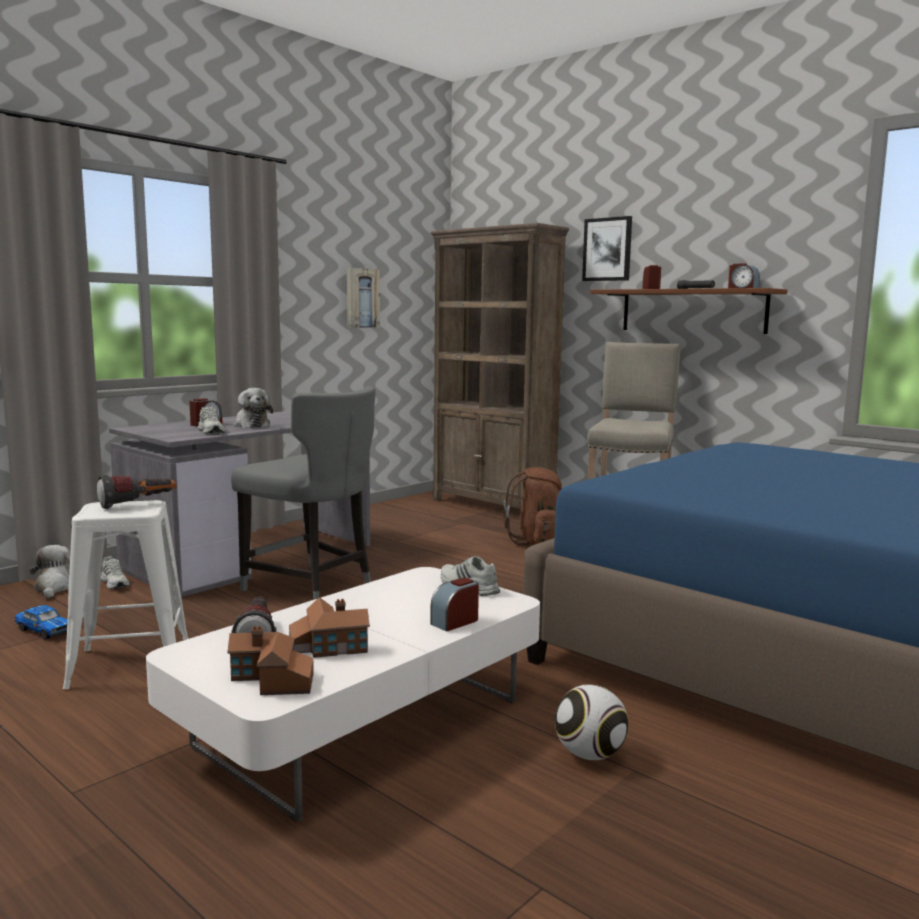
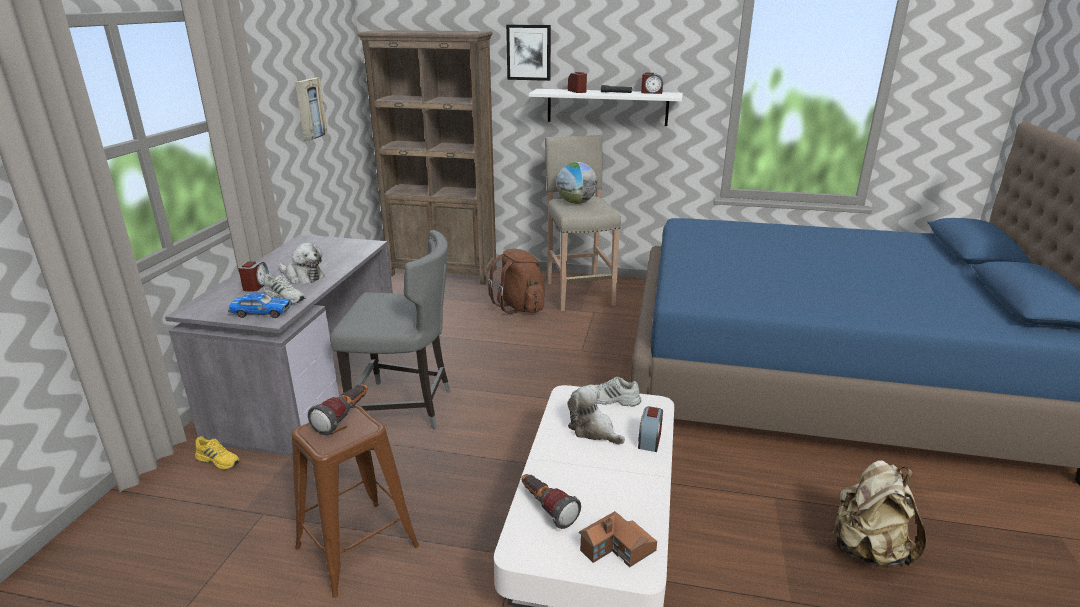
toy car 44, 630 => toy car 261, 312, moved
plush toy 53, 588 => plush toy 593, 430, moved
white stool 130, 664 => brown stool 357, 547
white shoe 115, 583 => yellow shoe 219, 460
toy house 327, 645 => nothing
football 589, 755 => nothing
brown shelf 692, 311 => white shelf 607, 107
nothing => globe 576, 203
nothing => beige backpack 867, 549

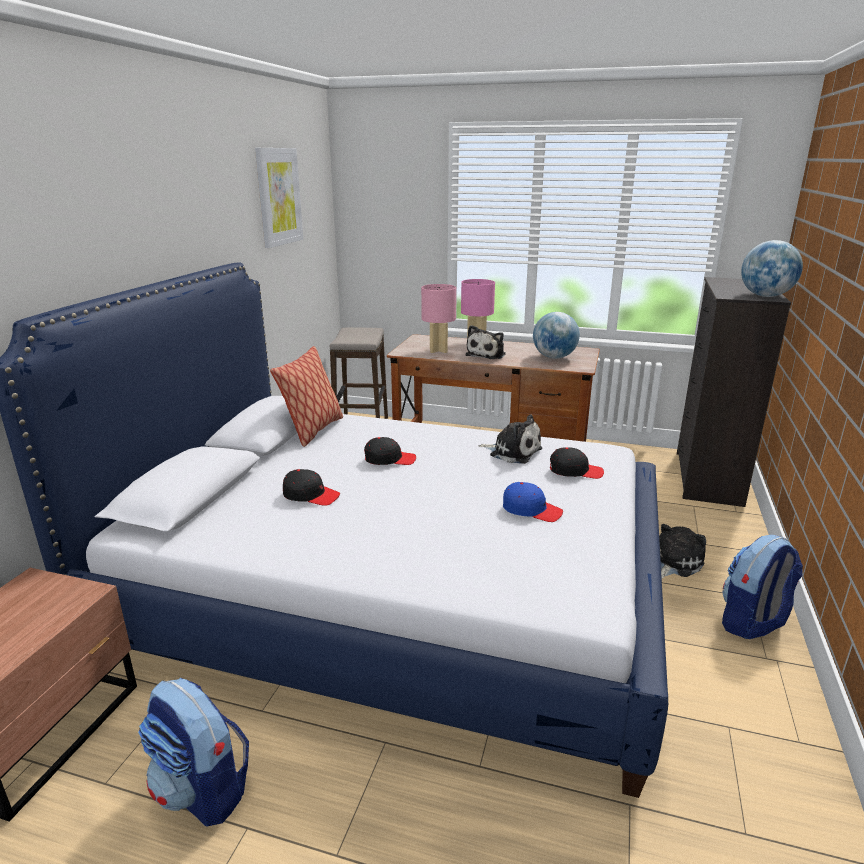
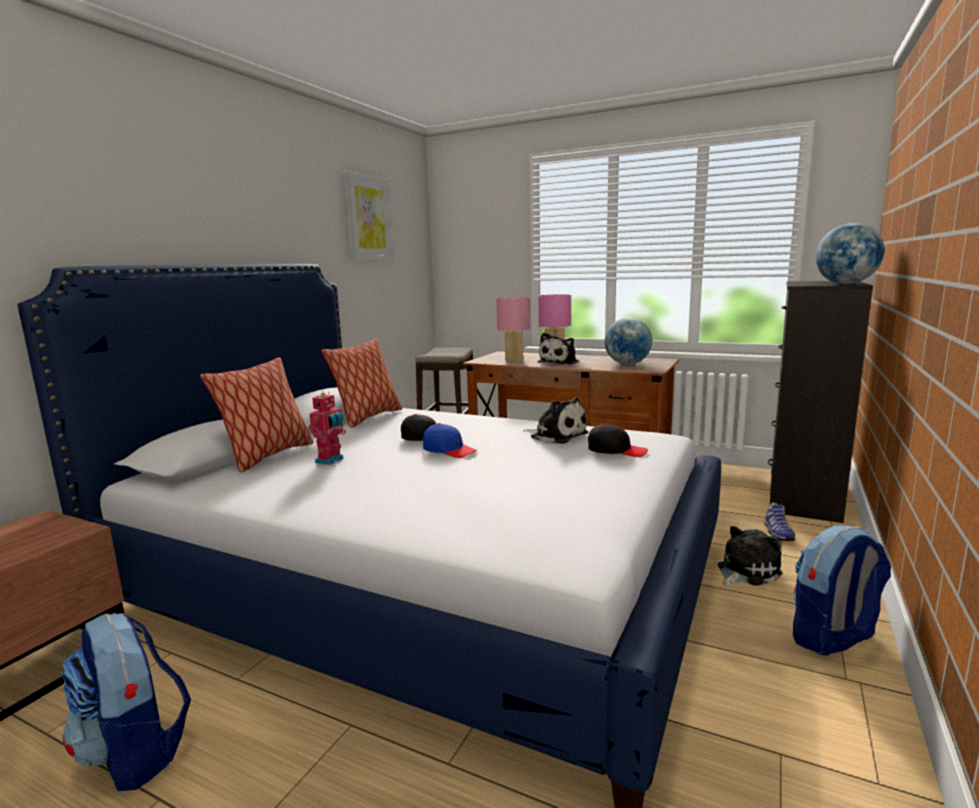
black cap 311, 495 => toy robot 331, 460
blue cap 531, 510 => blue cap 449, 450, moved
nothing => pillow 268, 456
nothing => shoe 777, 533

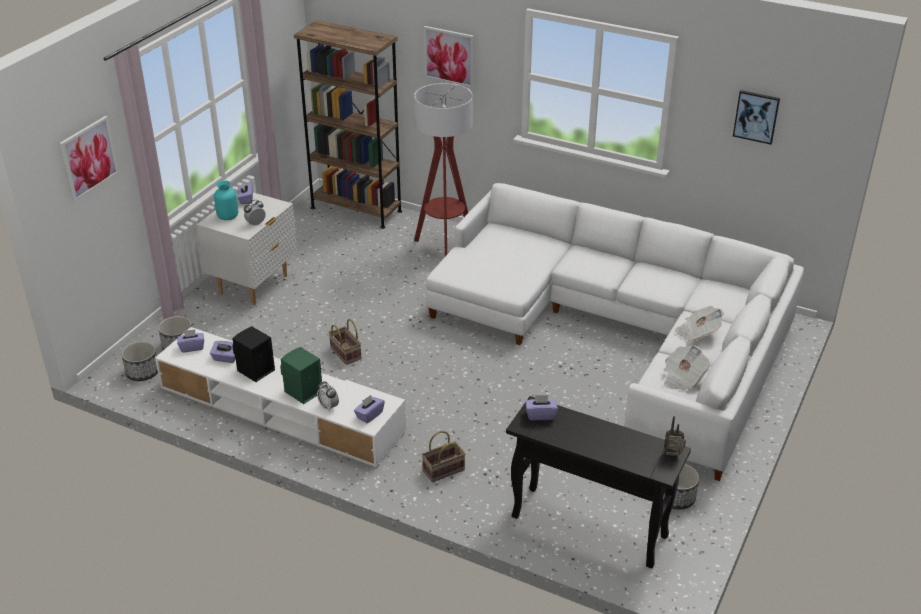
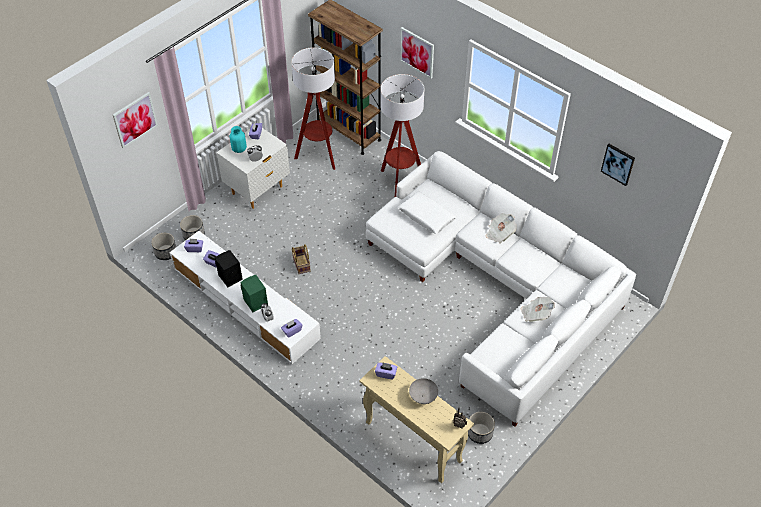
basket 443, 471 => nothing
black console table 587, 526 => beige console table 412, 441
newspaper 682, 378 => newspaper 499, 233, moved
nothing => floor lamp 319, 155
nothing => white pillow 426, 217
nothing => grey bowl 423, 396

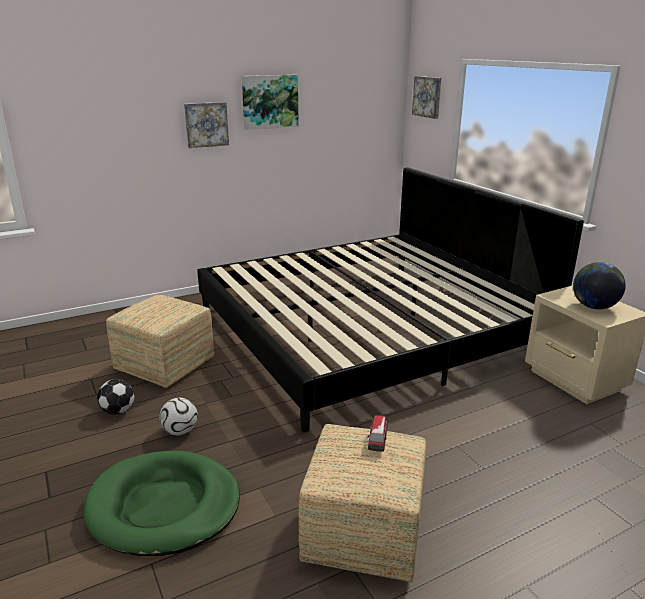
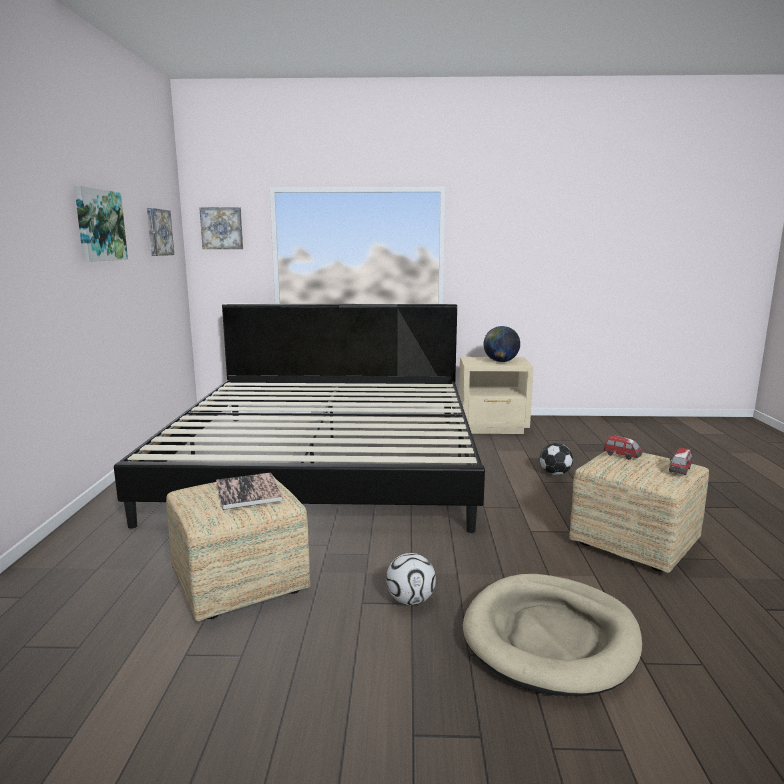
green dog bed 164, 506 => beige dog bed 551, 637
football 118, 410 => football 554, 474, moved
picture 206, 124 => picture 158, 232, moved
nothing => book 248, 492
nothing => toy car 680, 471

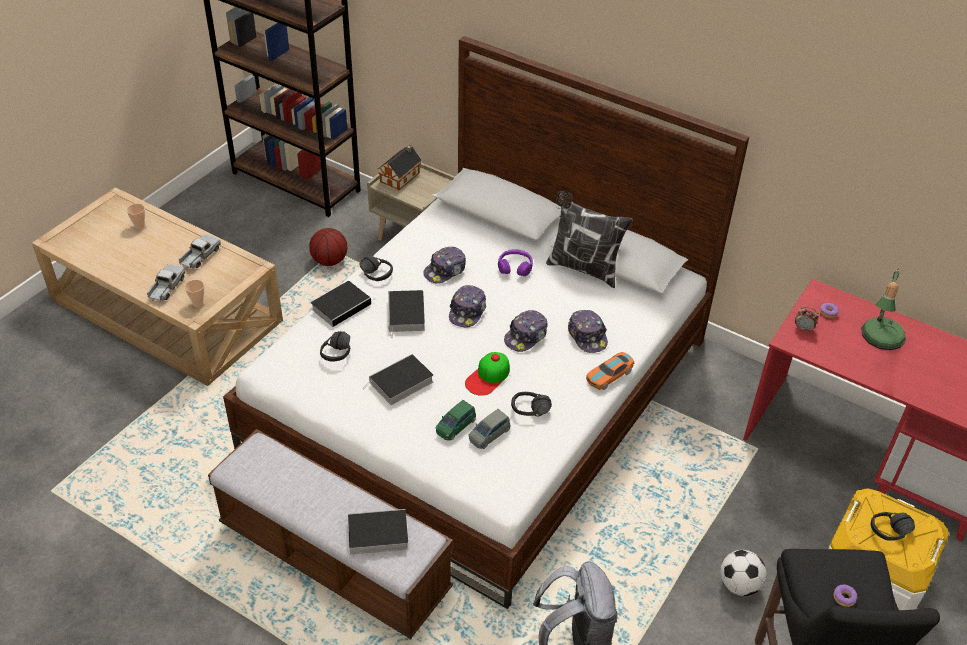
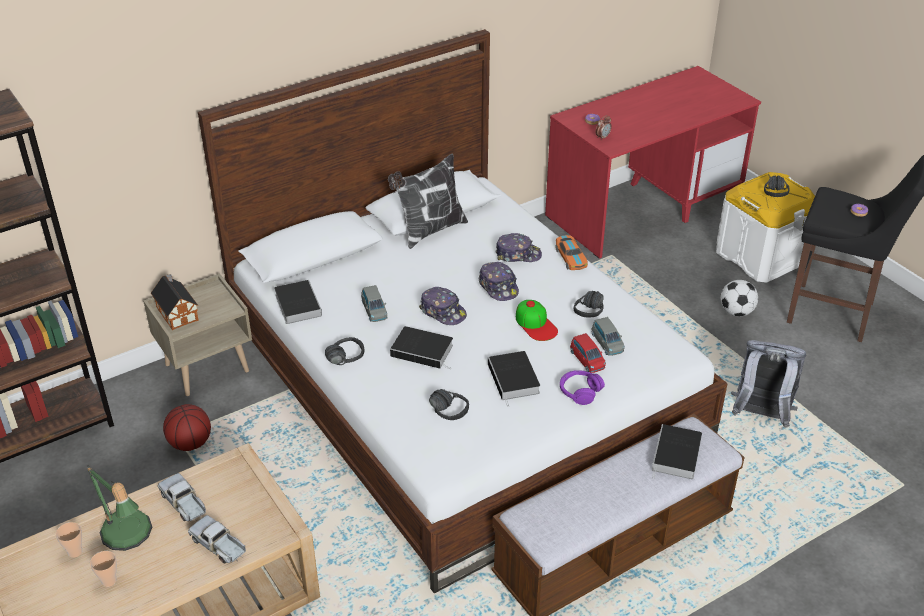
cup 198, 303 => cup 109, 581, moved
book 342, 305 => book 297, 304, moved
cap 445, 270 => grey toy car 374, 310
green toy car 455, 426 => red toy car 587, 360
purple headphones 515, 267 => purple headphones 579, 391, moved
table lamp 879, 339 => table lamp 128, 537, moved

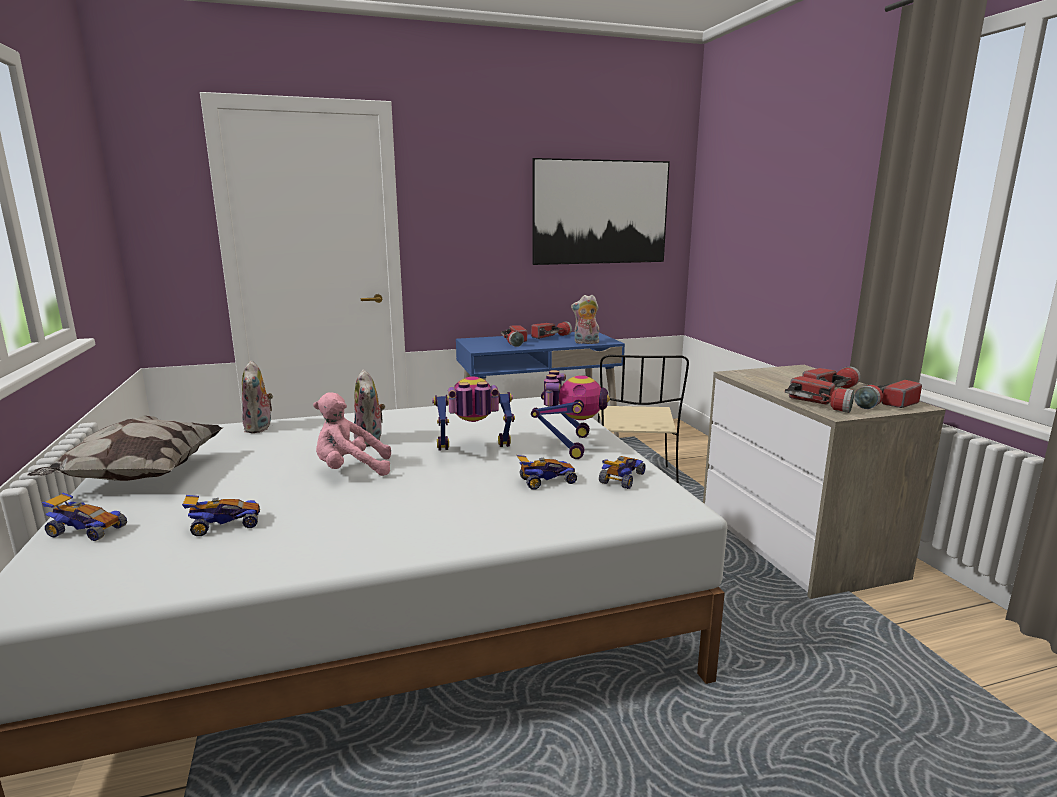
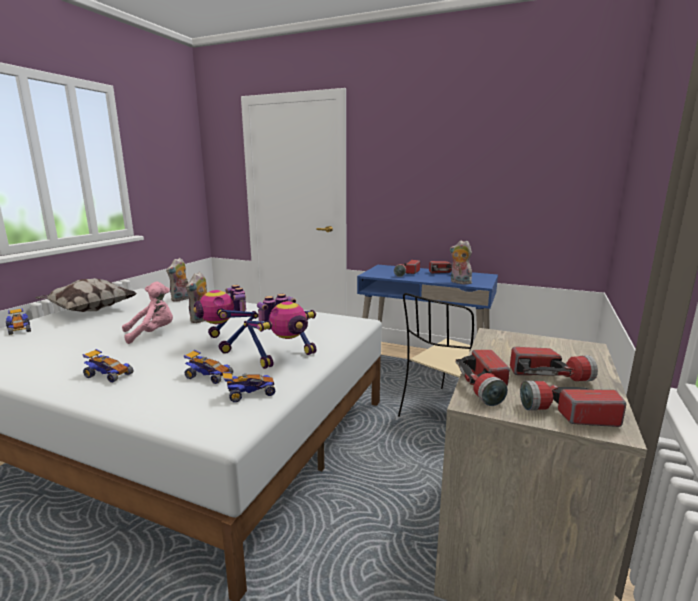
toy car 224, 525 => toy car 108, 375, moved
pink plush toy 351, 470 => pink plush toy 152, 334, 120 degrees clockwise
toy robot 474, 451 => toy robot 227, 342, 150 degrees counterclockwise
picture 601, 212 => nothing

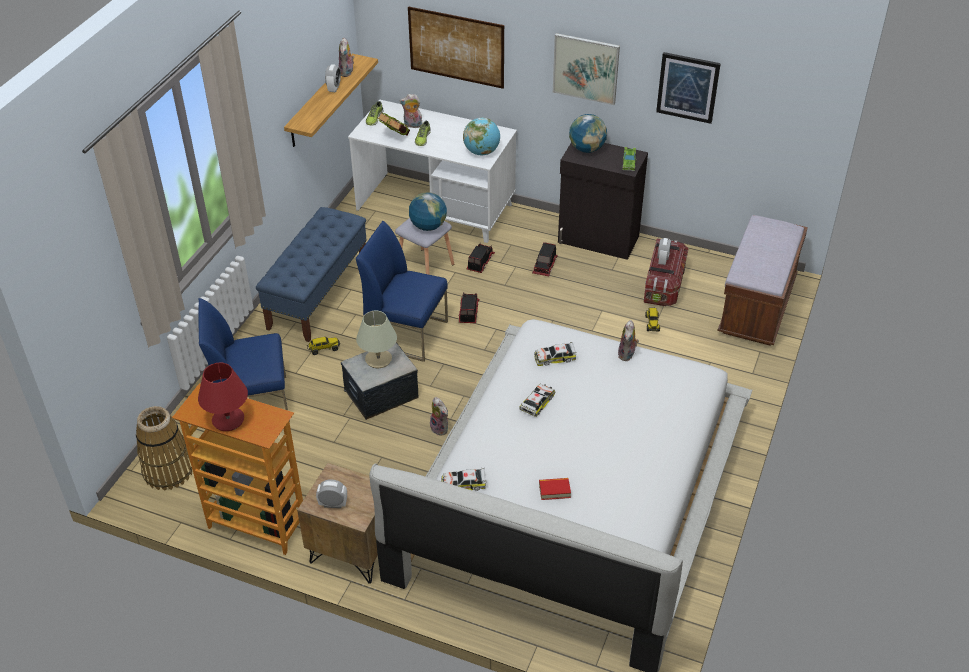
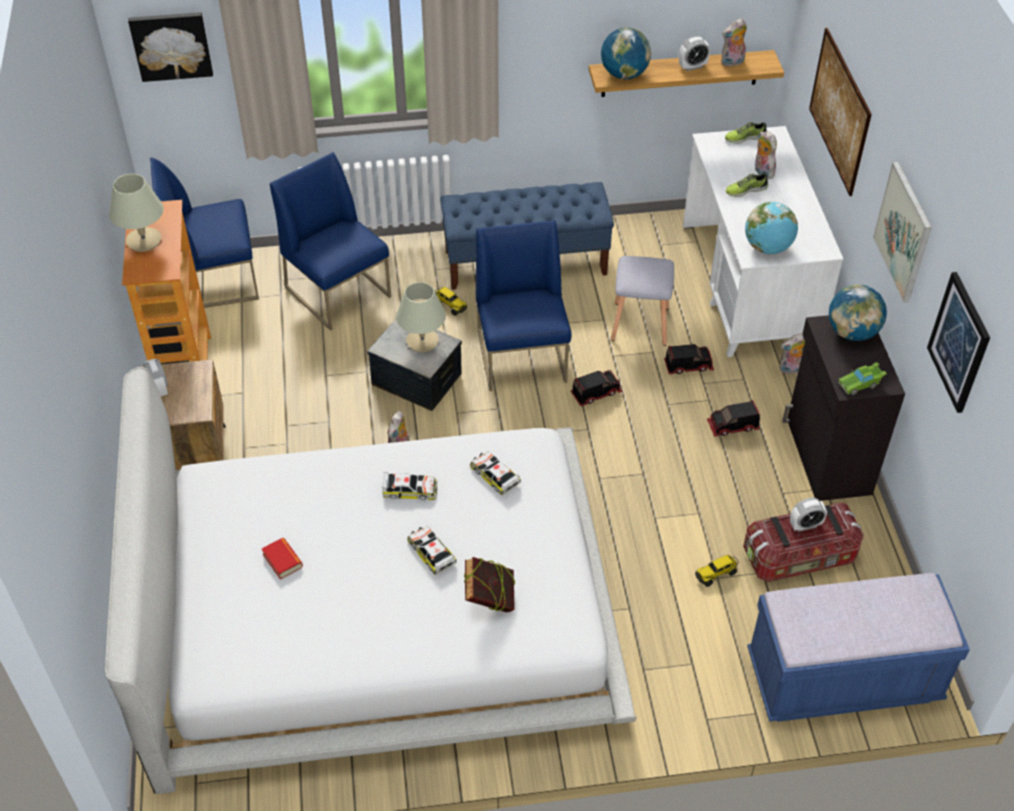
basket 168, 471 => blue chair 216, 280
red table lamp 228, 420 => beige table lamp 144, 240
book 394, 138 => book 490, 601, moved
globe 428, 226 => globe 624, 74, moved
toy car 463, 484 => toy car 431, 553, moved
plush toy 627, 355 => plush toy 790, 369, moved
brown bench 757, 307 => blue bench 843, 679
nothing => picture 171, 45

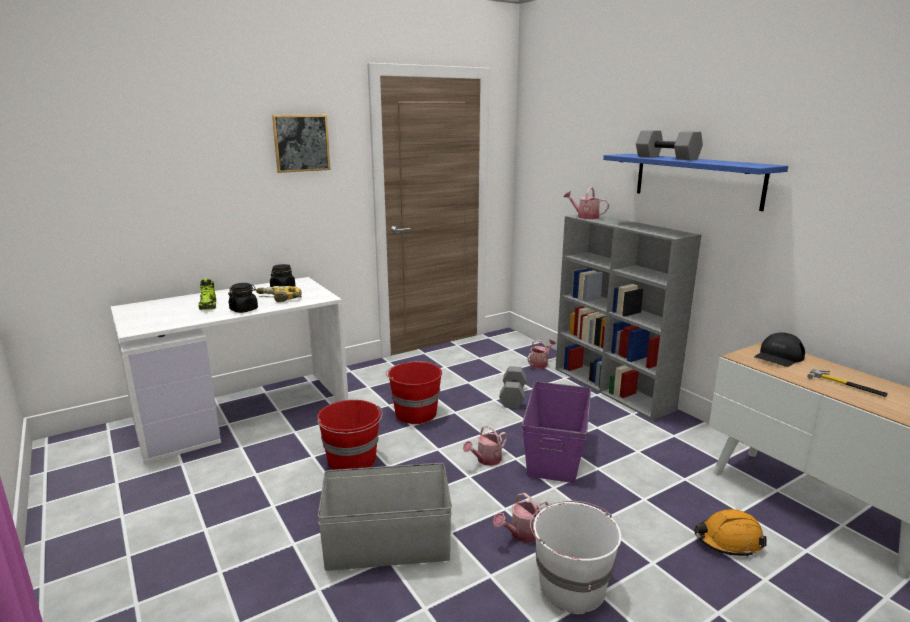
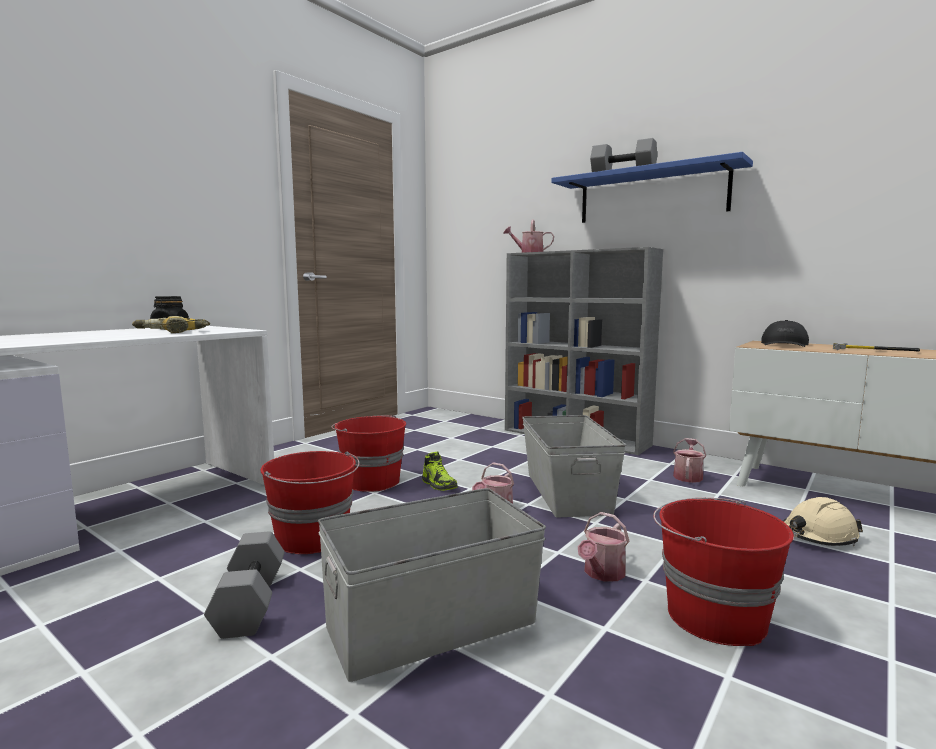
shoe 208, 305 => shoe 439, 485, moved
black jar 244, 310 => nothing
picture 301, 143 => nothing
grey dumbbell 512, 396 => grey dumbbell 248, 602, moved
purple storage box 556, 452 => grey storage box 568, 492
watering can 540, 363 => watering can 688, 476, moved
white bucket 570, 586 => red bucket 713, 616
orange hard hat 728, 541 => beige hard hat 818, 536

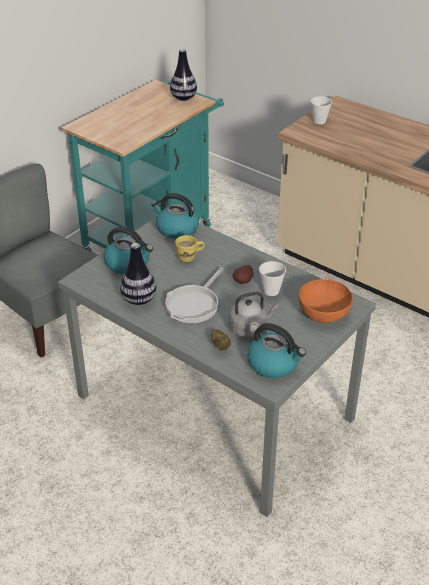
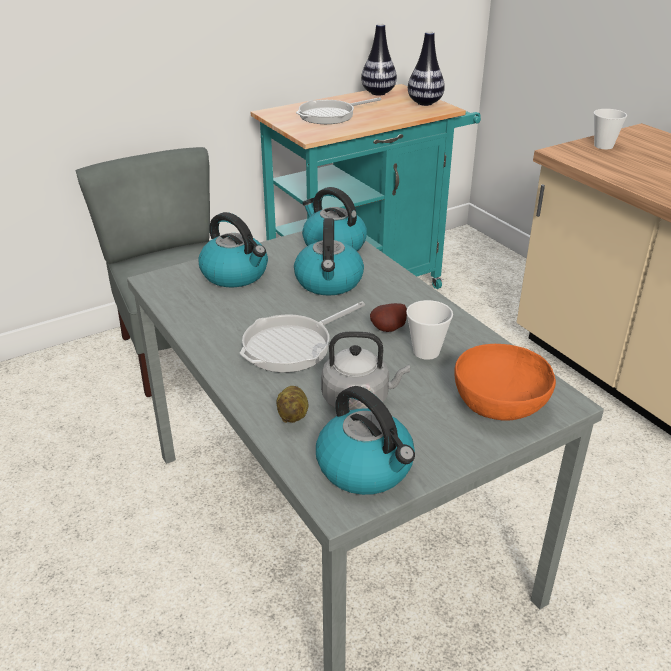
vase 139, 299 => vase 378, 93, moved
yellow mug 190, 257 => kettle 329, 282
nothing => frying pan 330, 115

